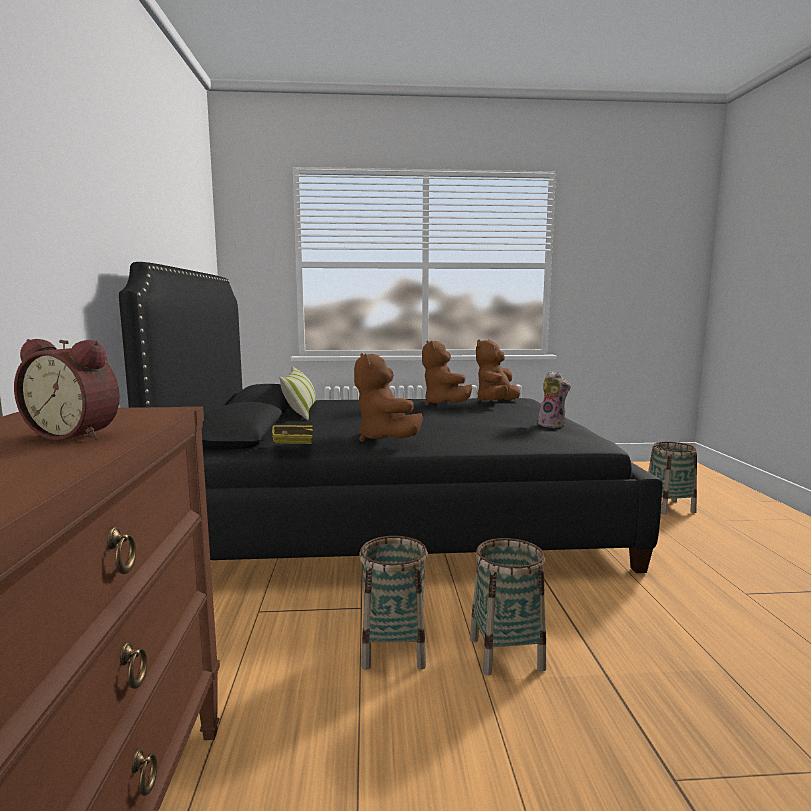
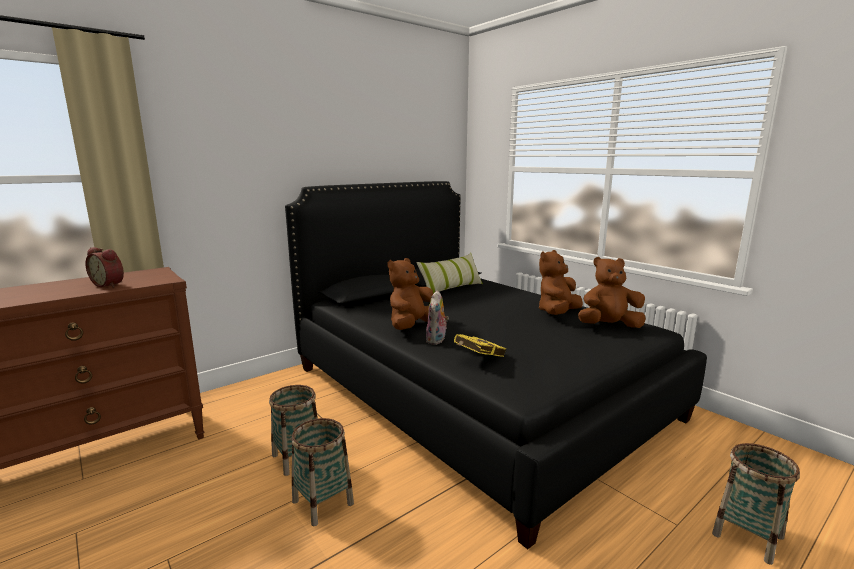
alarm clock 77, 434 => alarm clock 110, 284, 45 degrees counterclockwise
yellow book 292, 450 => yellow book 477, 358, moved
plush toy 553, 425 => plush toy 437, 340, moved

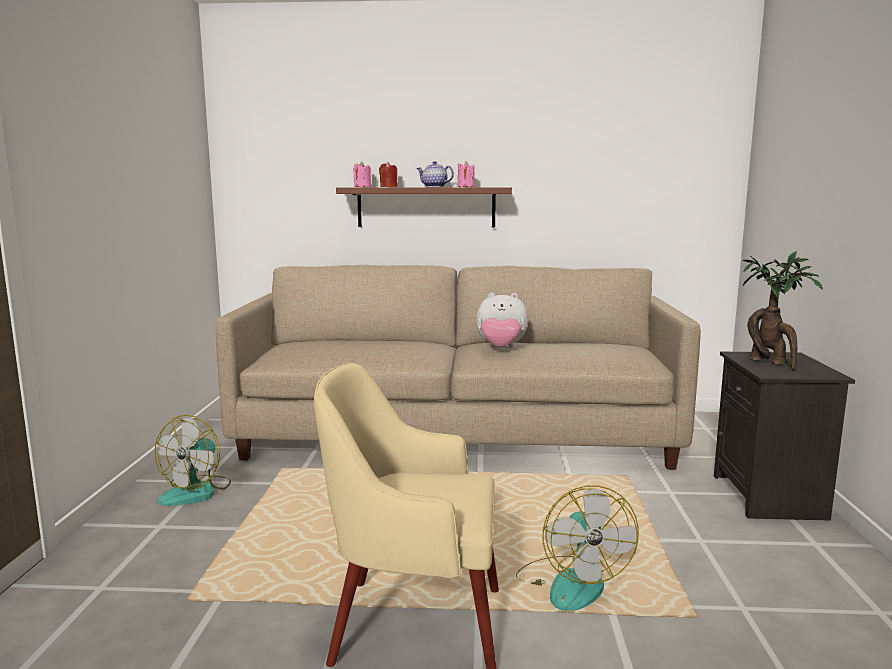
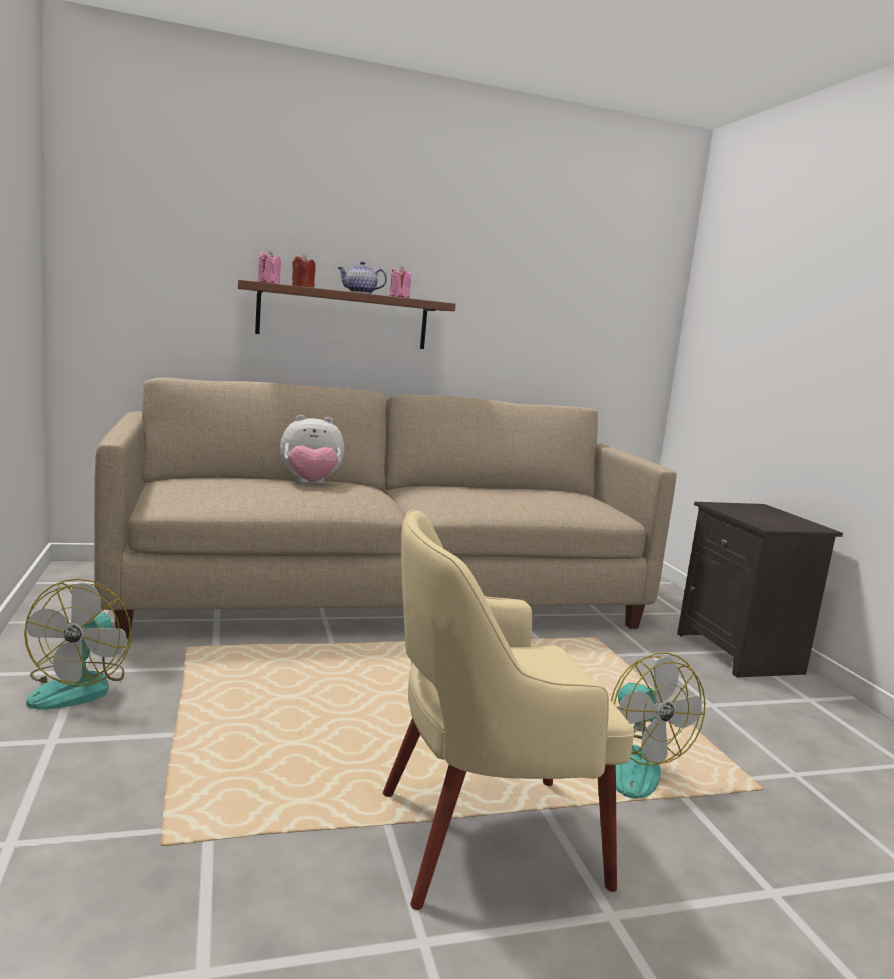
plush toy 501, 349 => plush toy 310, 484, moved
potted plant 771, 363 => nothing

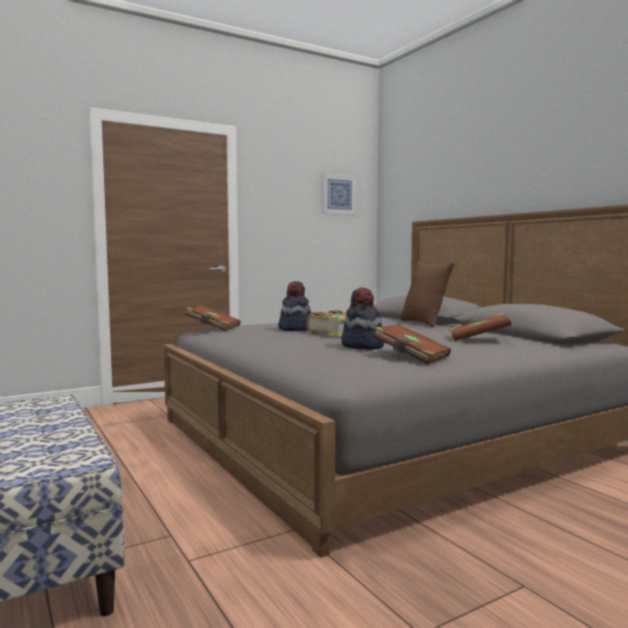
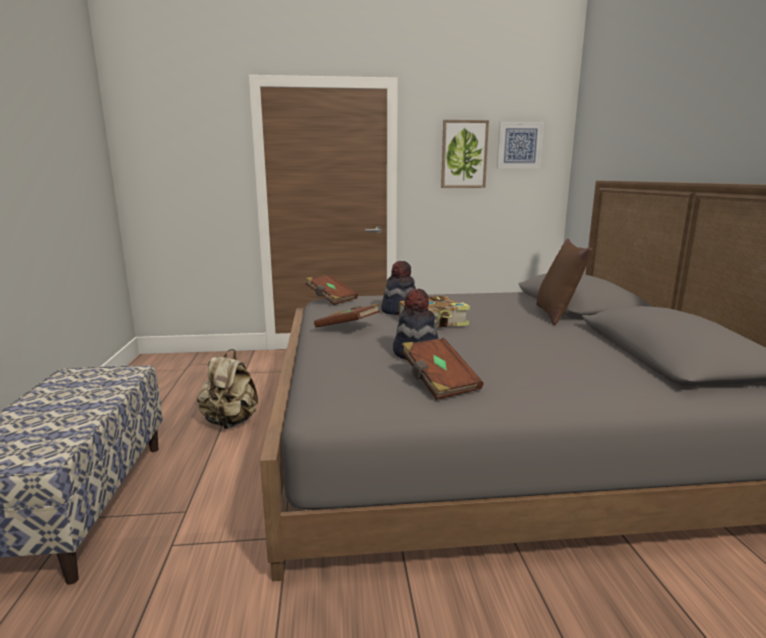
brown book 478, 339 => brown book 348, 328, moved
nothing => beige backpack 230, 422
nothing => picture 464, 154

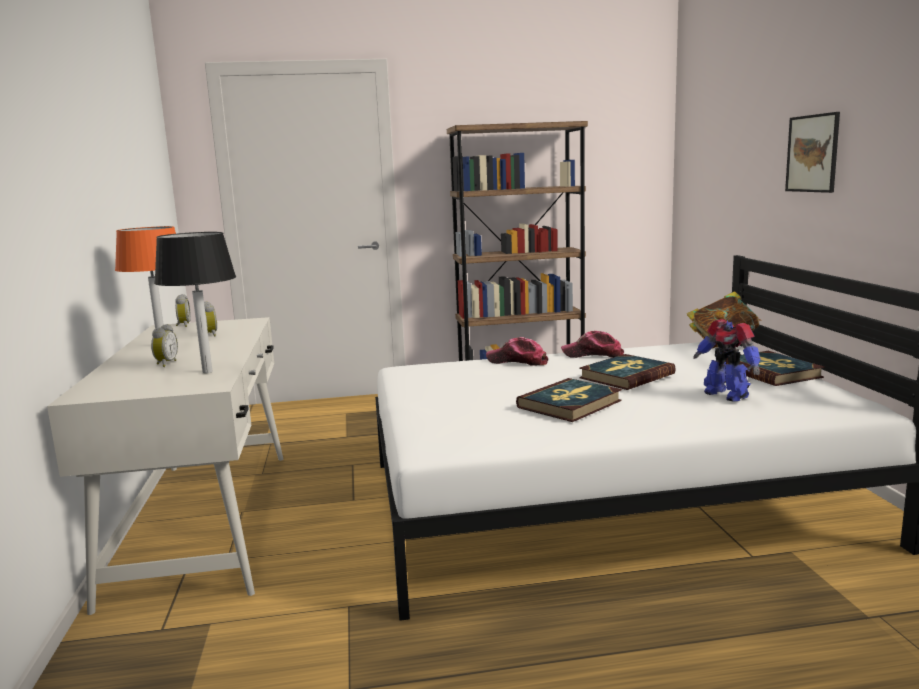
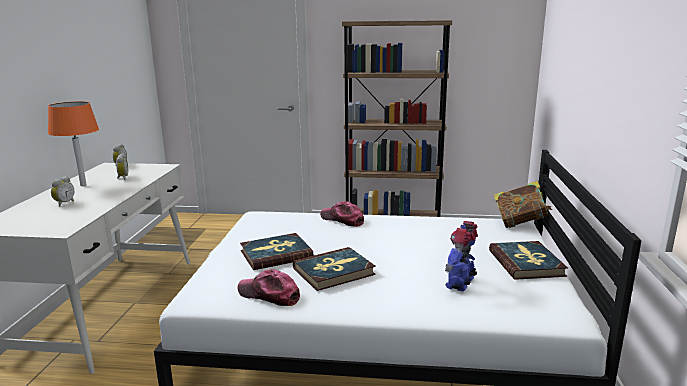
black table lamp 207, 372 => nothing
cap 593, 354 => cap 269, 295, moved
book 626, 376 => book 276, 254, moved
toy robot 726, 394 => toy robot 461, 283, 45 degrees clockwise
picture 812, 153 => nothing

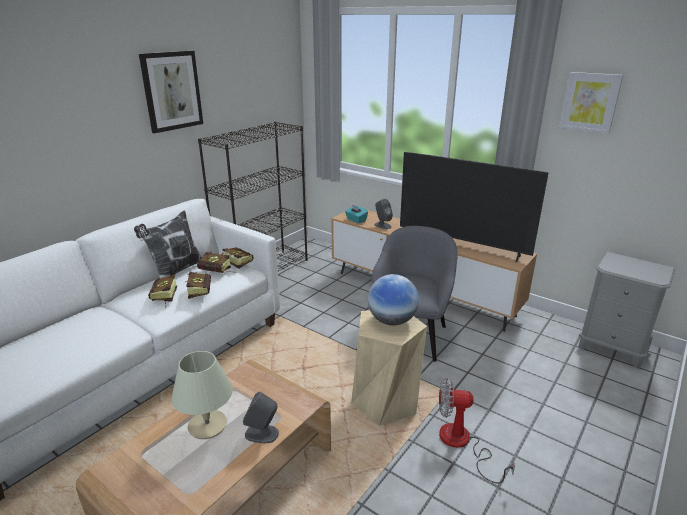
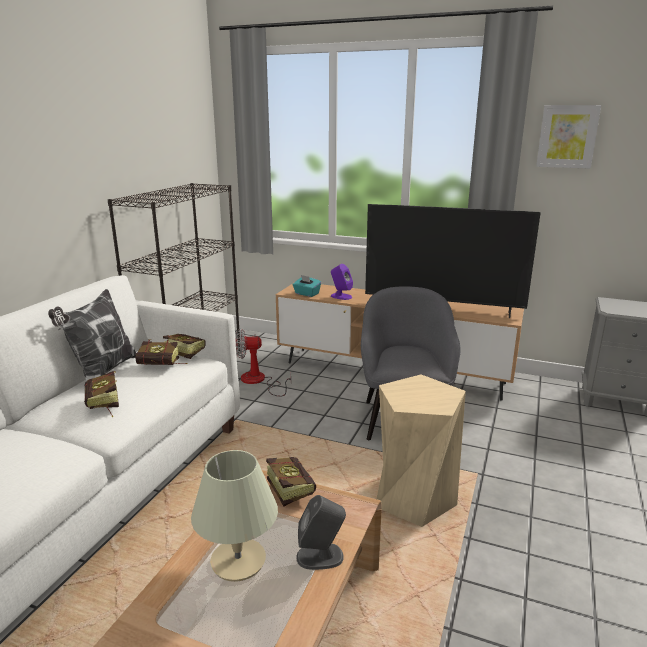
picture 172, 91 => nothing
book 200, 291 => book 288, 488, moved
globe 391, 321 => nothing
grey speaker 382, 225 => purple speaker 341, 296
fan 462, 444 => fan 258, 381, moved

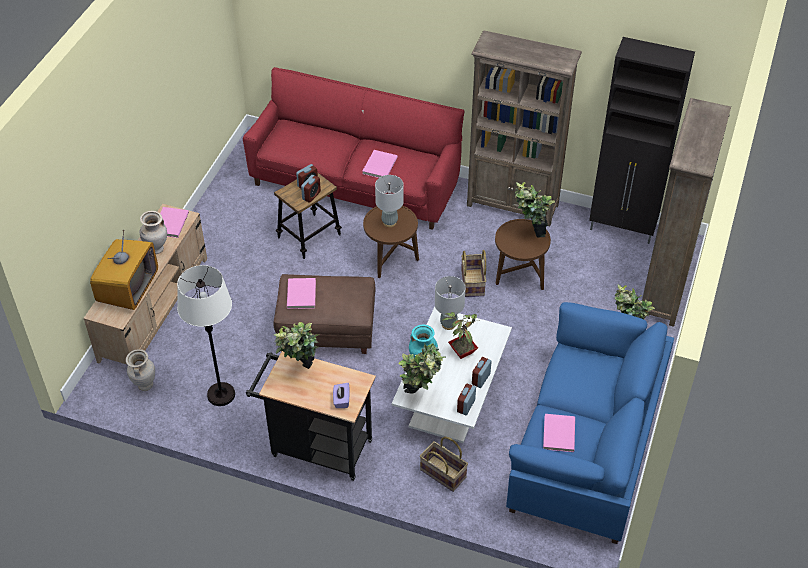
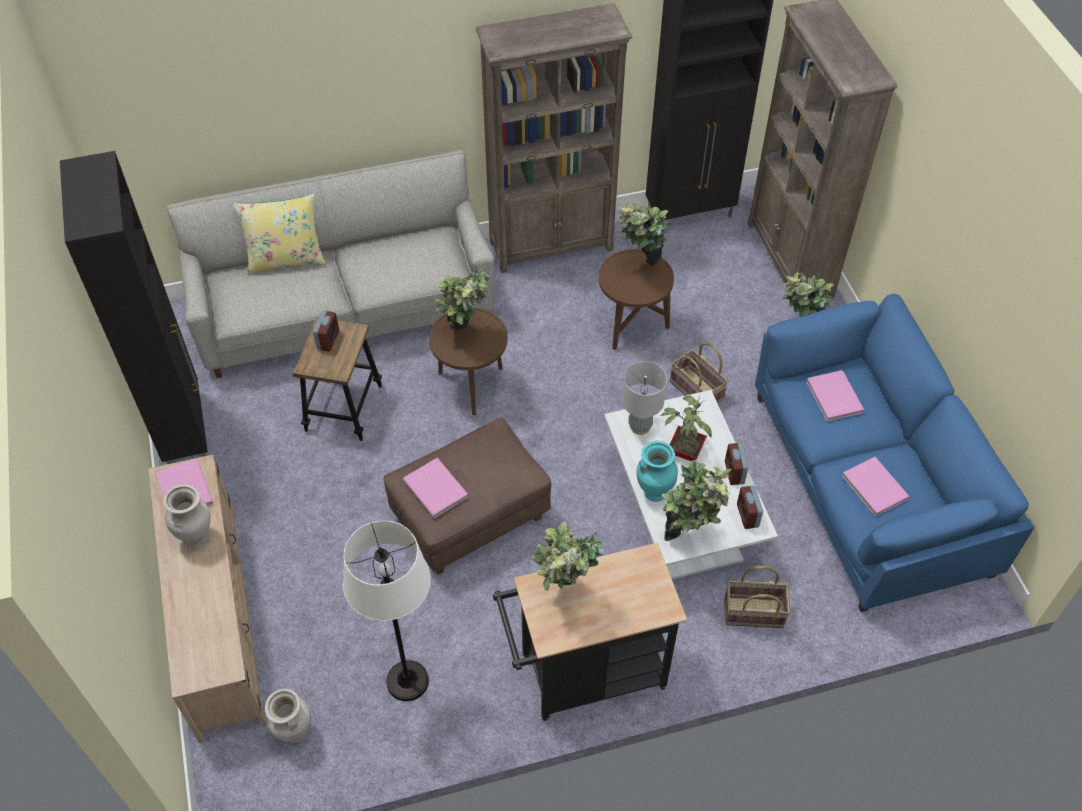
television 128, 288 => nothing
red sofa 355, 184 => grey sofa 346, 313
alarm clock 311, 195 => nothing
purple tissue box 341, 400 => nothing
pink book 379, 165 => pink book 833, 397, moved
grey table lamp 389, 222 => potted plant 466, 337
basket 473, 283 => basket 697, 390, moved
nothing => black cabinet 185, 430
nothing => yellow pillow 286, 259

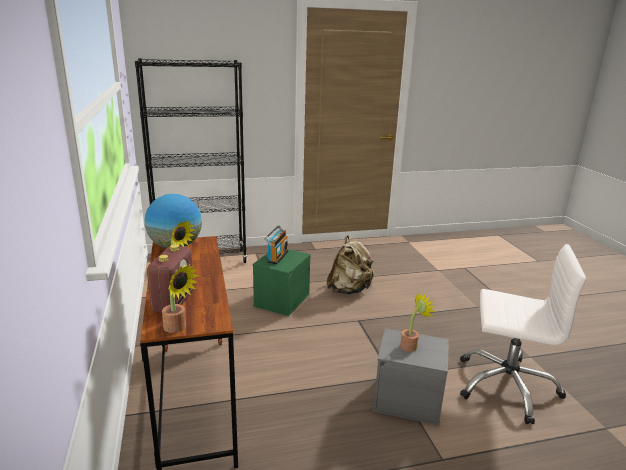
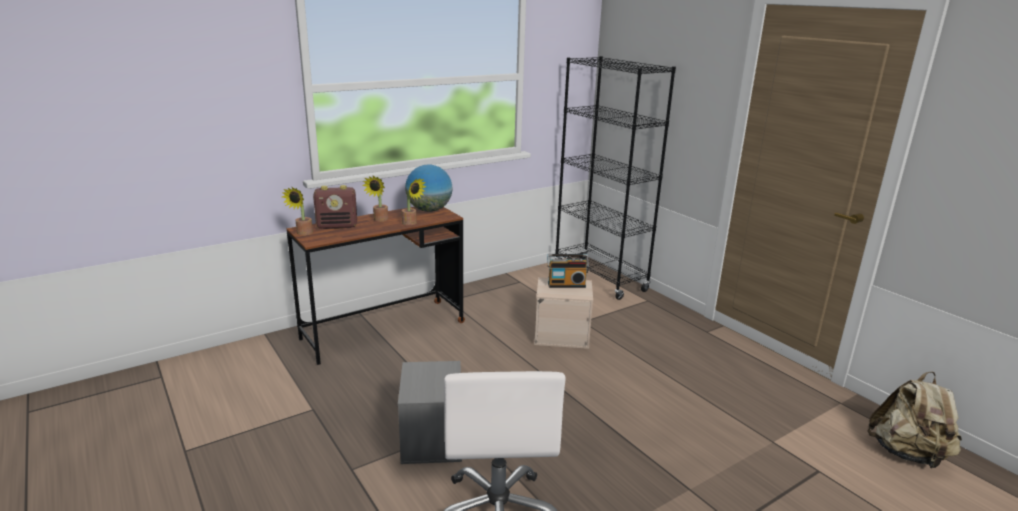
green storage box 281, 299 => beige storage box 562, 335
beige backpack 349, 290 => beige backpack 908, 454, moved
potted plant 411, 345 => potted plant 411, 223, moved

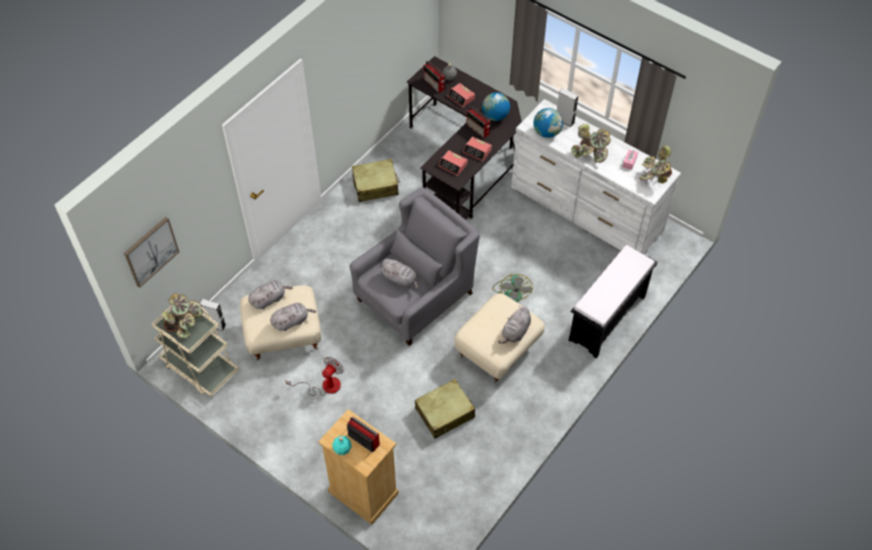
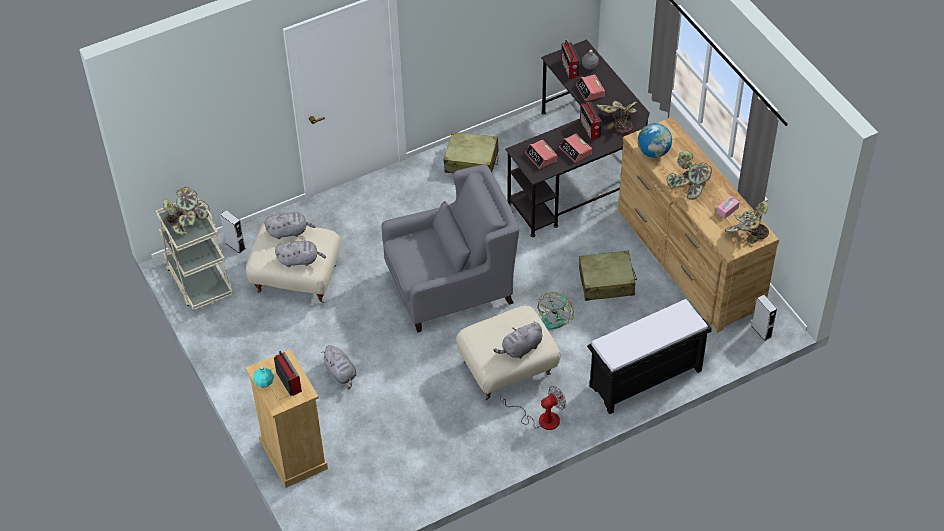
picture 151, 251 => nothing
fan 324, 386 => fan 541, 419, moved
grey plush toy 400, 279 => grey plush toy 341, 373, moved
beige suitcase 445, 413 => beige suitcase 606, 282, moved
globe 495, 116 => potted plant 616, 121
white dresser 586, 209 => brown dresser 688, 259
grey speaker 564, 121 => grey speaker 761, 331, moved

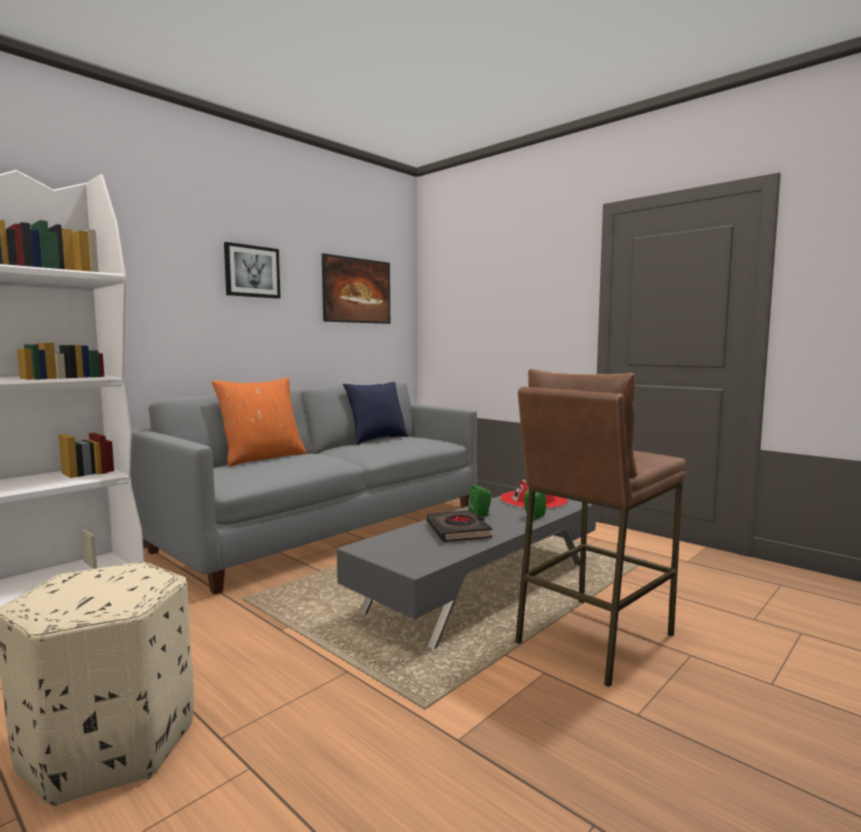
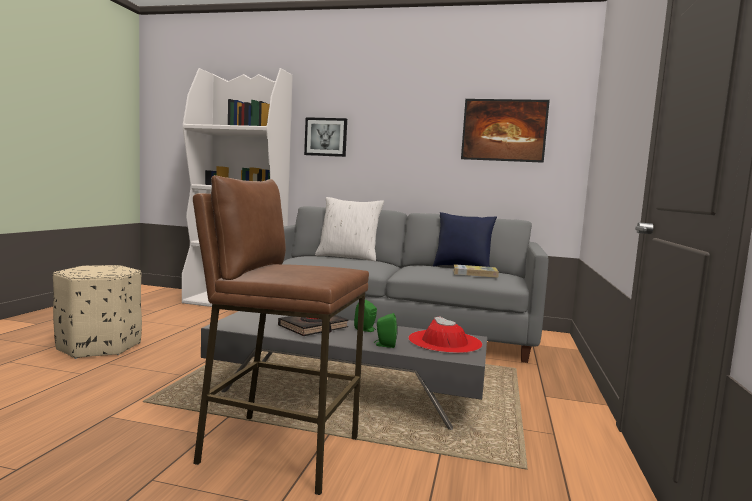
orange pillow 262, 458 => white pillow 348, 257
picture 252, 271 => picture 326, 137, moved
nothing => book 475, 273

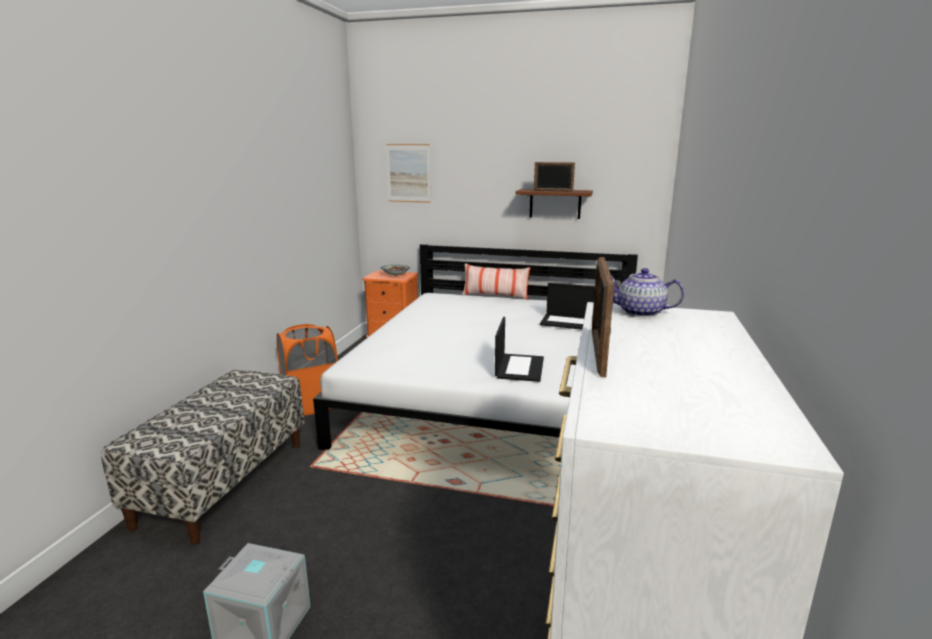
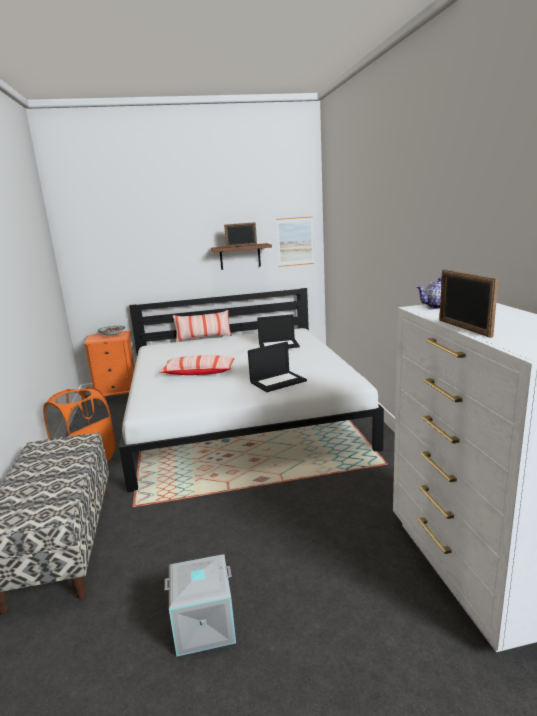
picture 408, 173 => picture 295, 241, moved
laptop 519, 367 => laptop 278, 381, 75 degrees clockwise
nothing => pillow 198, 372

